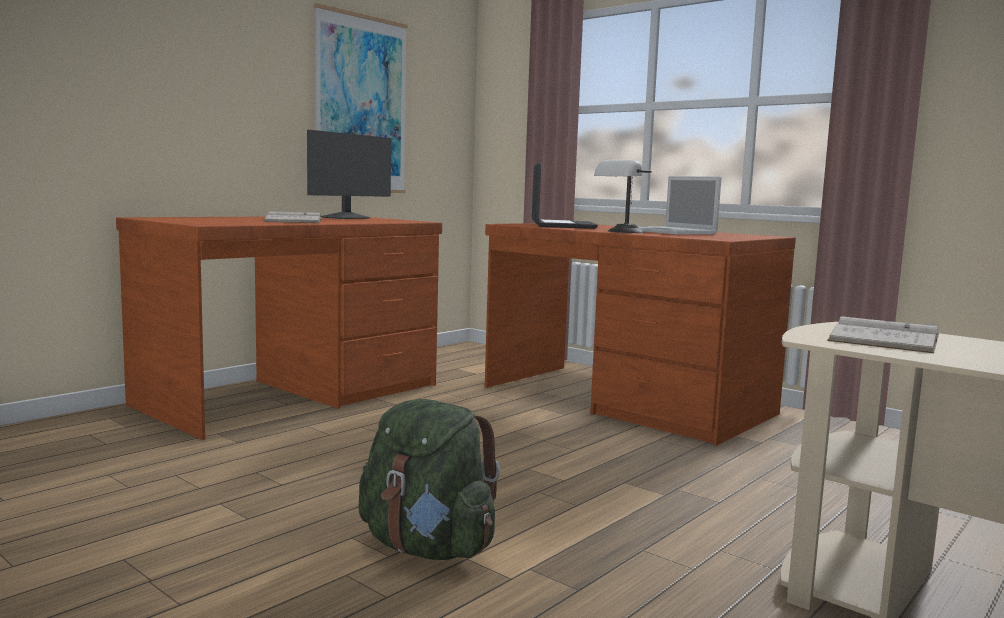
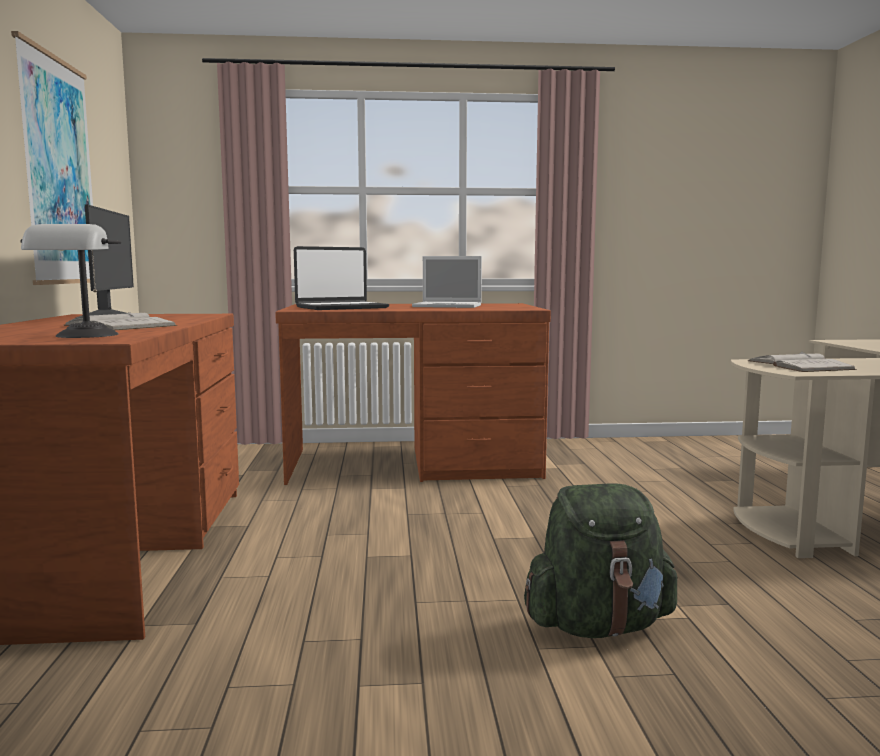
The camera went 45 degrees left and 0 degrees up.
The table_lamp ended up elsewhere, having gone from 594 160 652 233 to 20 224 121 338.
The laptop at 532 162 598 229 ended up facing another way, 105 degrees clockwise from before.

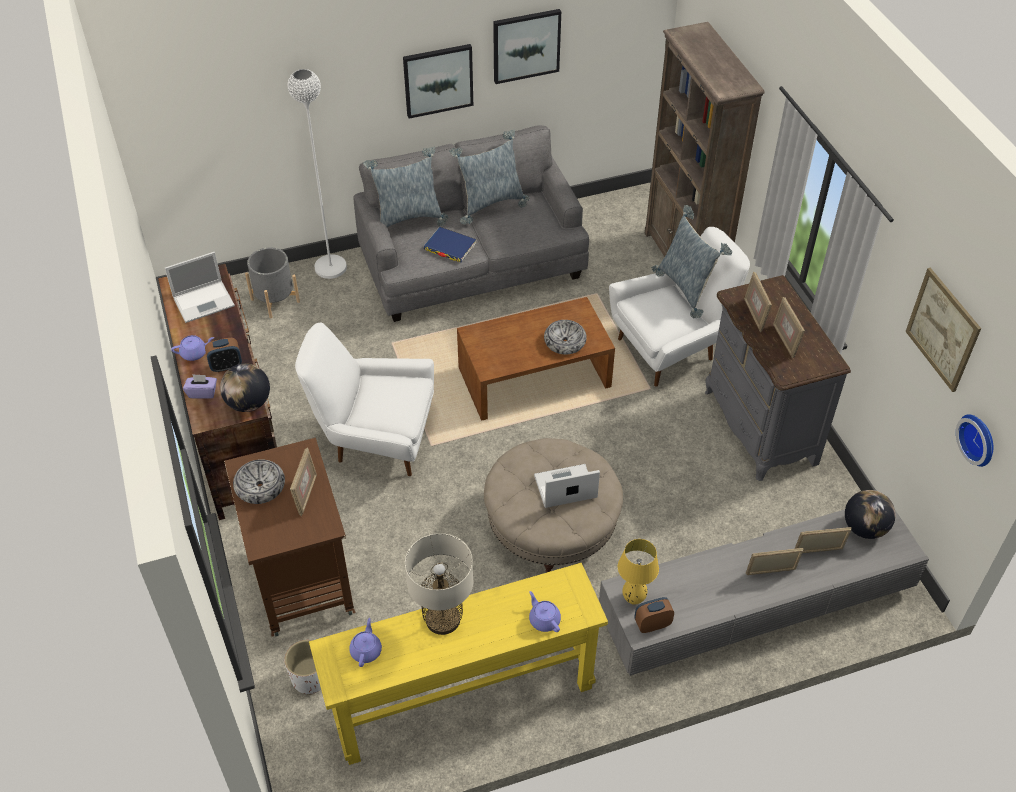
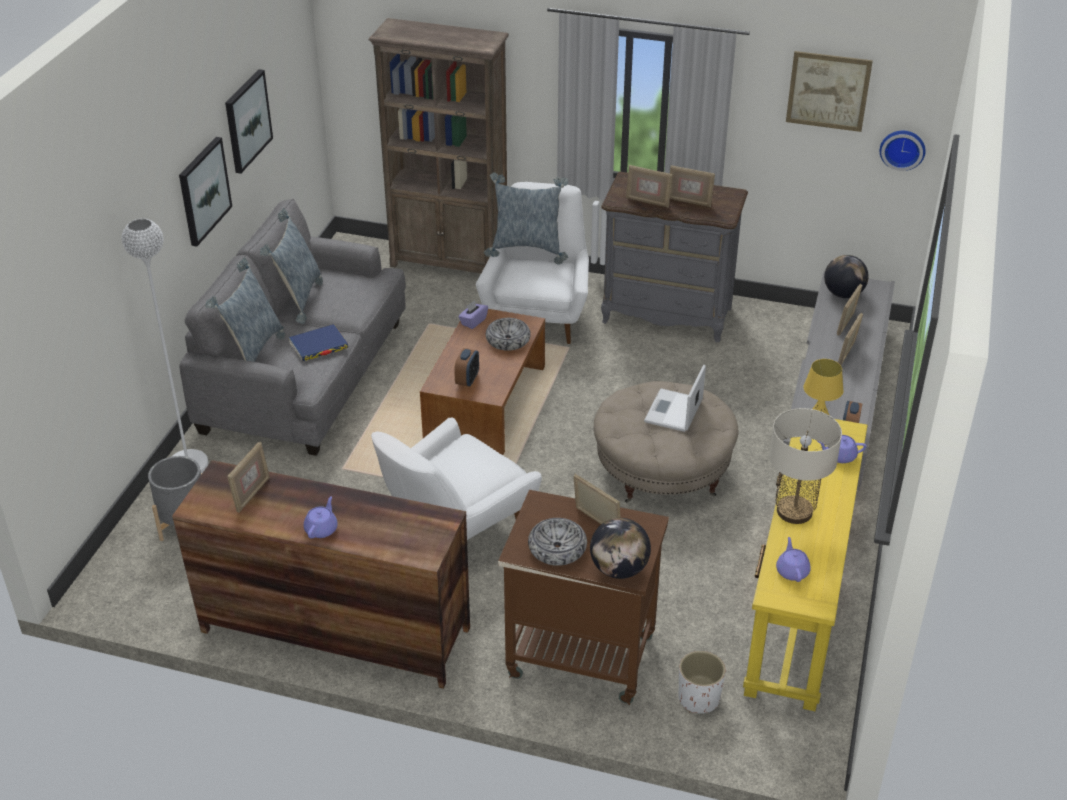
The camera went 55 degrees left and 10 degrees down.
The purple_tissue_box ended up elsewhere, having gone from 183 374 217 399 to 458 300 488 329.
The alarm_clock ended up elsewhere, having gone from 205 338 242 373 to 454 348 479 387.
The globe ended up elsewhere, having gone from 220 363 270 412 to 590 518 651 579.
Where the laptop stood at 165 252 235 323, the picture_frame came to stand at 227 441 270 513.
The purple_teapot at 349 618 382 667 ended up facing another way, 45 degrees clockwise from before.

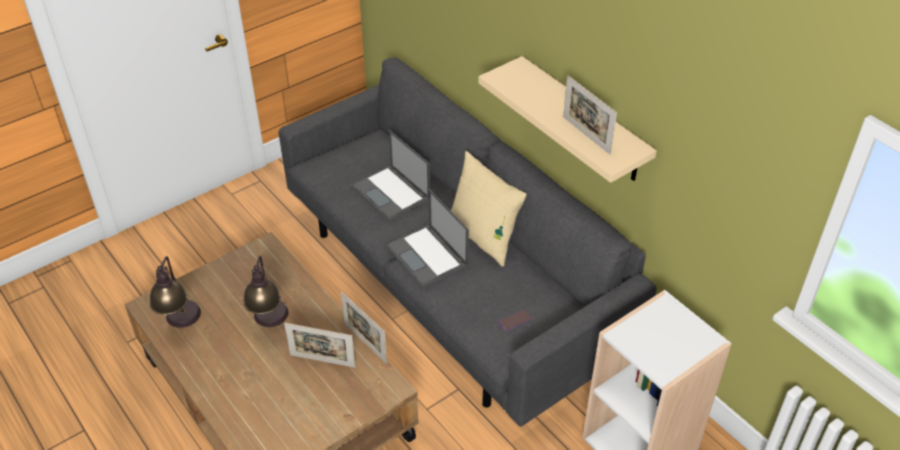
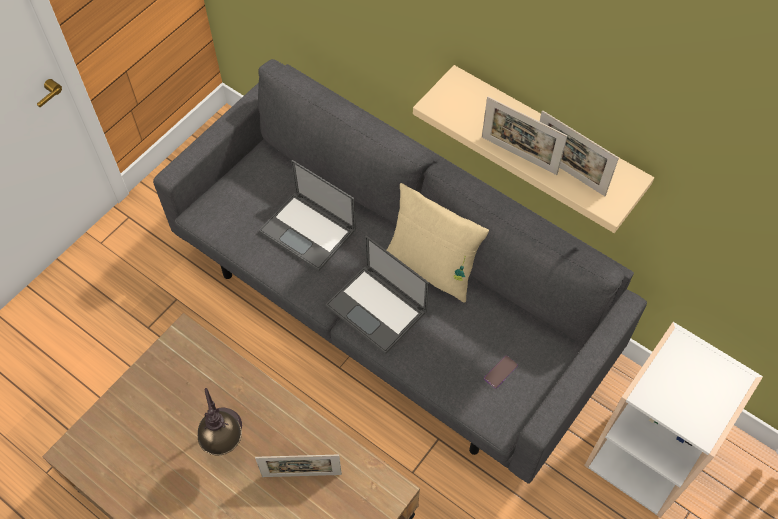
The camera went 15 degrees left and 15 degrees up.
The second view lost the table_lamp at 150 256 201 328.
The picture_frame ended up elsewhere, having gone from 341 292 387 363 to 482 97 567 175.

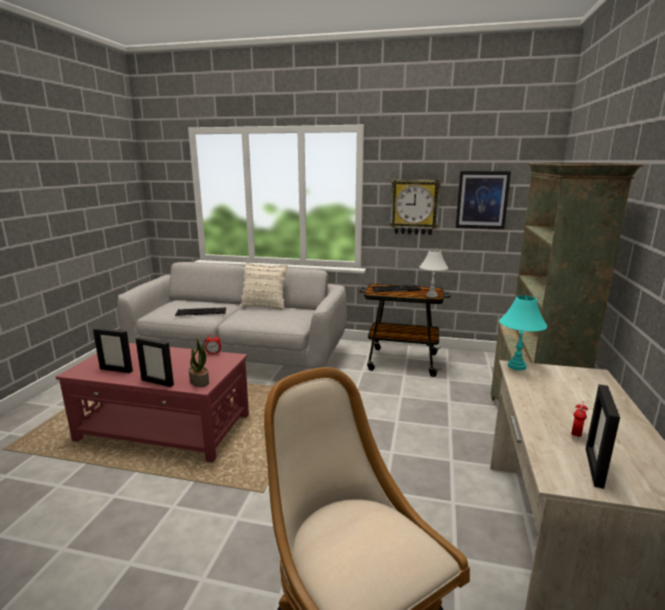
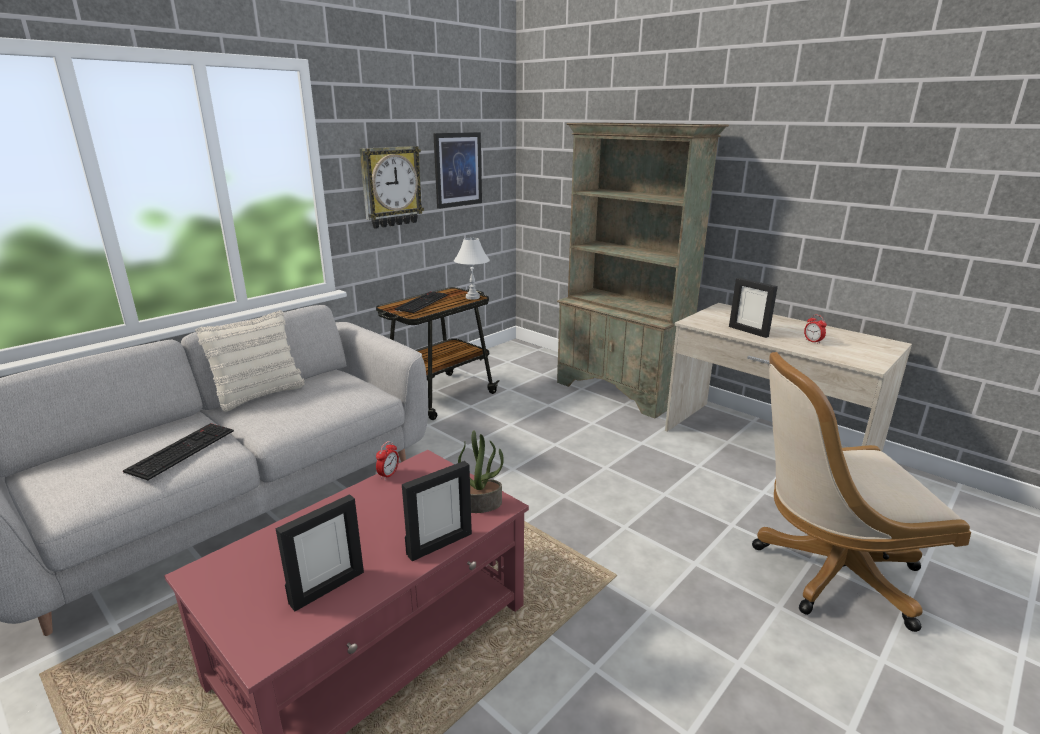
The camera went 60 degrees left and 5 degrees up.
The second view lost the turquoise_table_lamp at 499 295 547 370.
The picture_frame ended up elsewhere, having gone from 586 384 620 489 to 729 278 778 338.

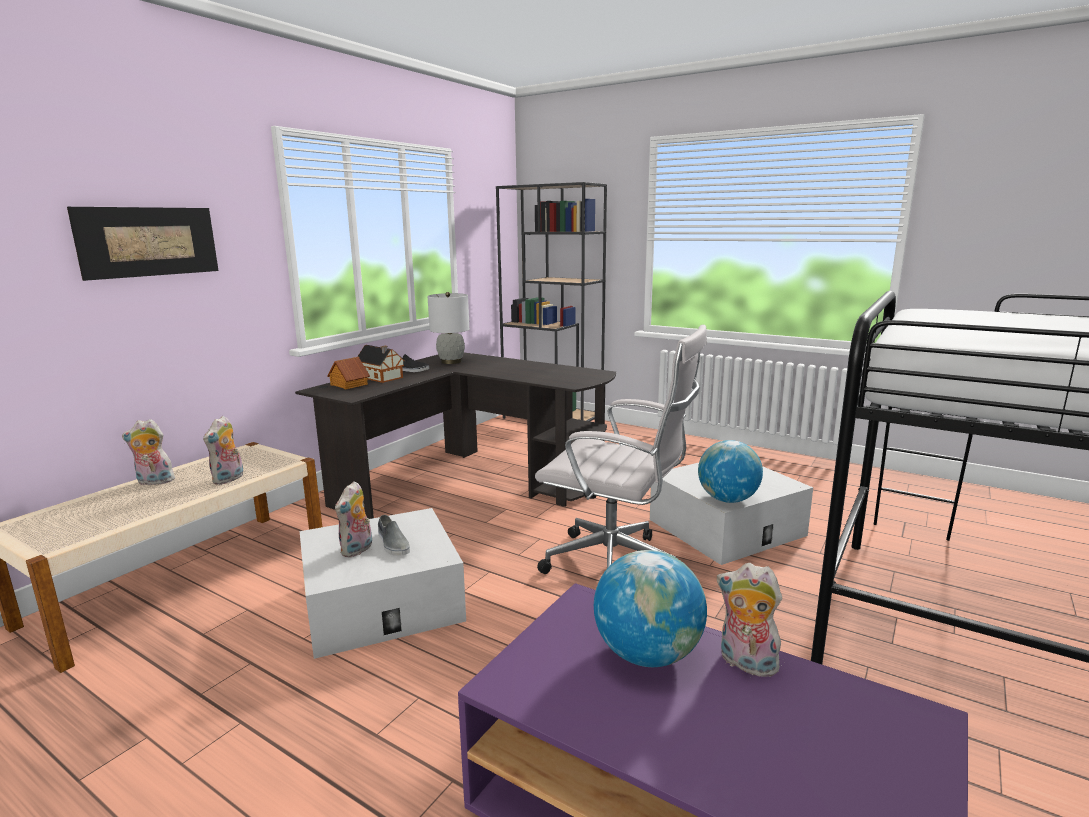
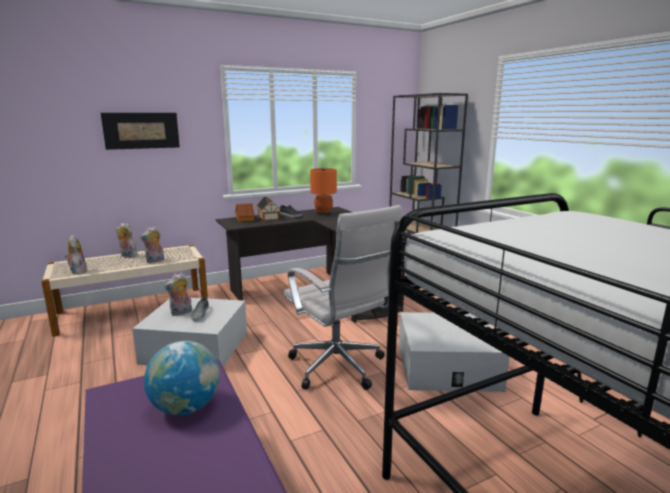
The camera went 30 degrees right and 0 degrees up.
The second view lost the globe at 698 440 763 503.
The plush_toy ended up elsewhere, having gone from 717 563 783 677 to 65 235 87 275.
What was the white_table_lamp at 428 292 469 364 turned into the orange_table_lamp at 310 167 337 215.

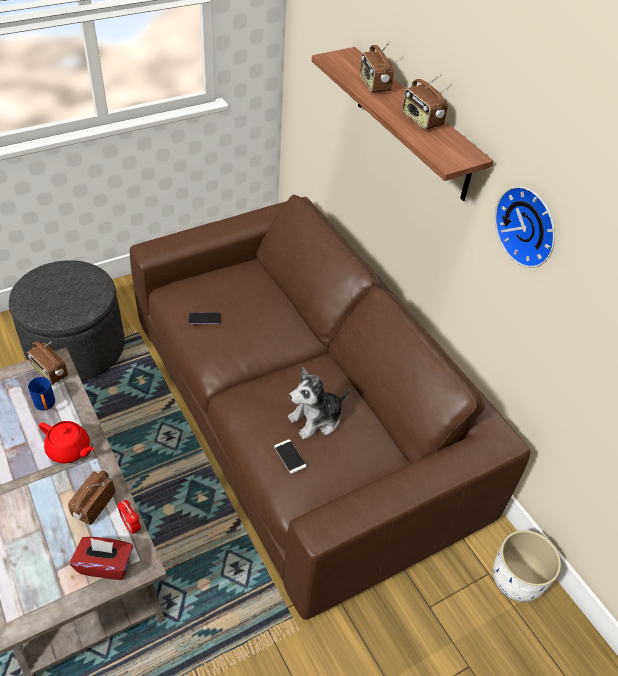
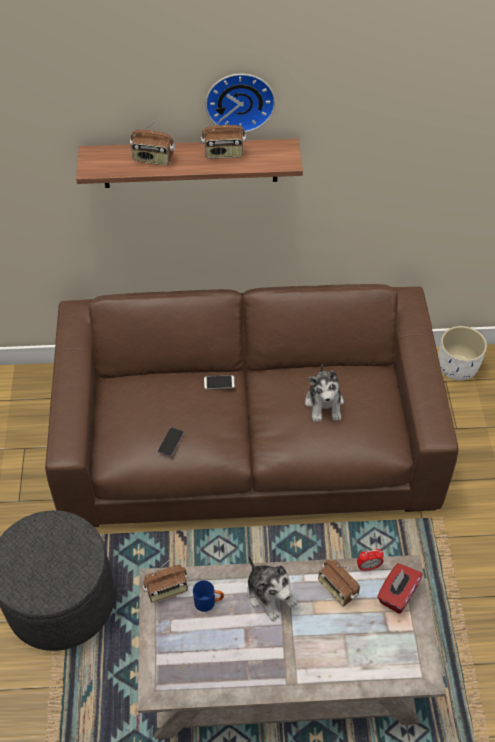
The camera went 60 degrees left and 5 degrees up.
The phone ended up elsewhere, having gone from 274 439 307 474 to 204 375 235 389.
The wall_clock ended up elsewhere, having gone from 495 186 555 268 to 205 74 275 133.
Where the red_teapot stood at 39 421 95 463, the plush_toy came to stand at 247 555 297 621.

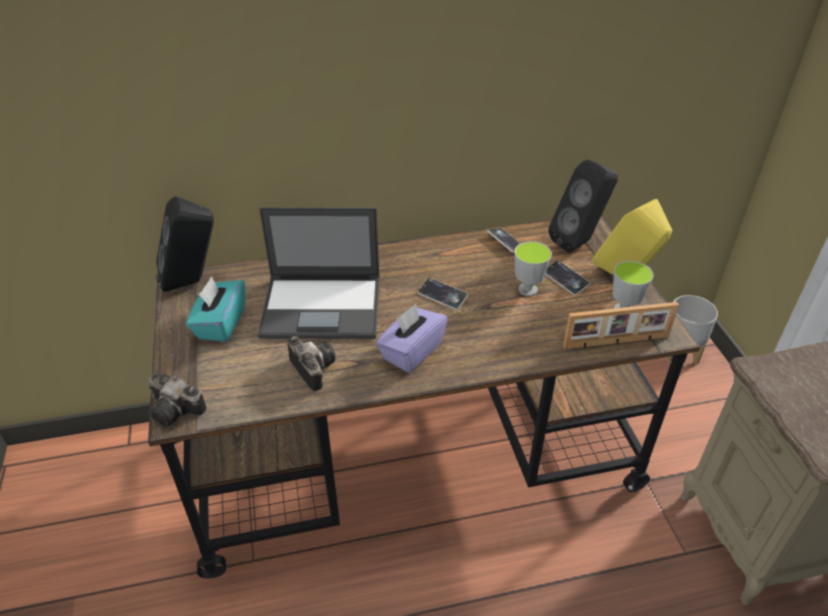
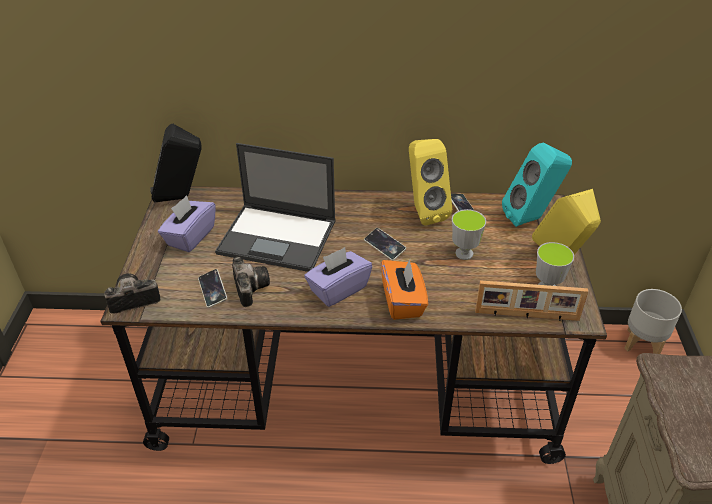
The camera went 15 degrees right and 0 degrees up.
The second view gained the orange_tissue_box at 381 260 428 320.
The second view gained the yellow_speaker at 409 139 452 226.
The phone ended up elsewhere, having gone from 546 260 590 296 to 198 269 227 308.
What was the turquoise_tissue_box at 186 276 245 342 turned into the purple_tissue_box at 158 195 216 252.
What was the black_speaker at 548 160 618 253 turned into the turquoise_speaker at 502 142 572 227.
The photo_camera at 148 373 207 427 ended up facing another way, 120 degrees clockwise from before.

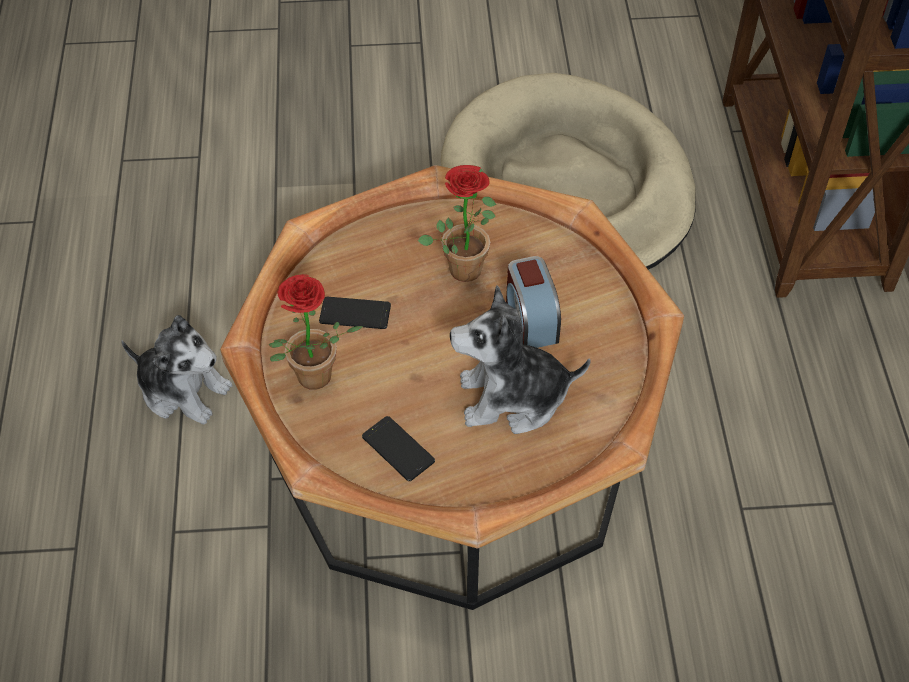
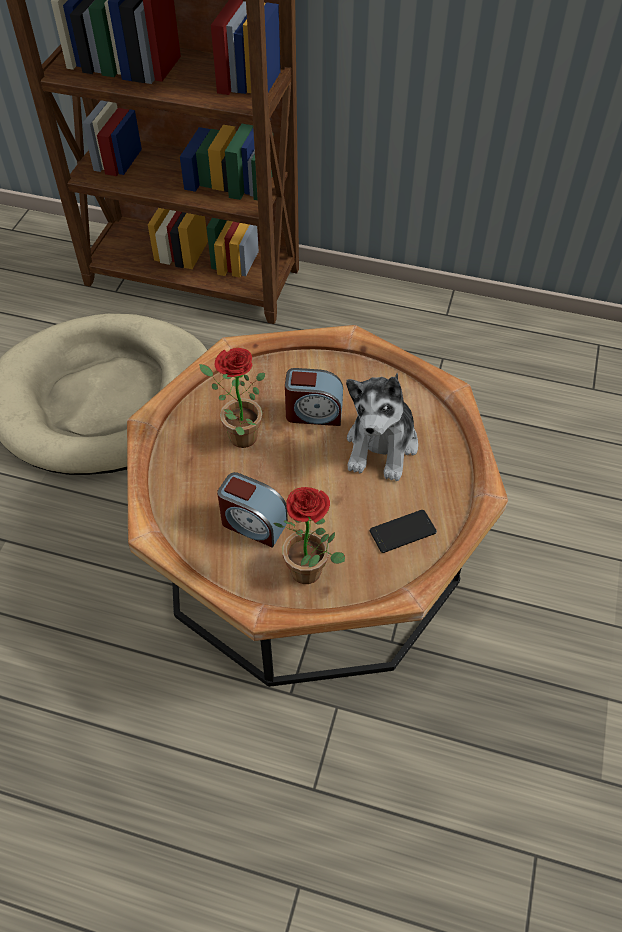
The camera went 70 degrees left and 0 degrees up.
The second view lost the plush_toy at 121 315 232 424.
Where the phone stood at 319 297 391 329, the alarm_clock came to stand at 217 472 288 548.

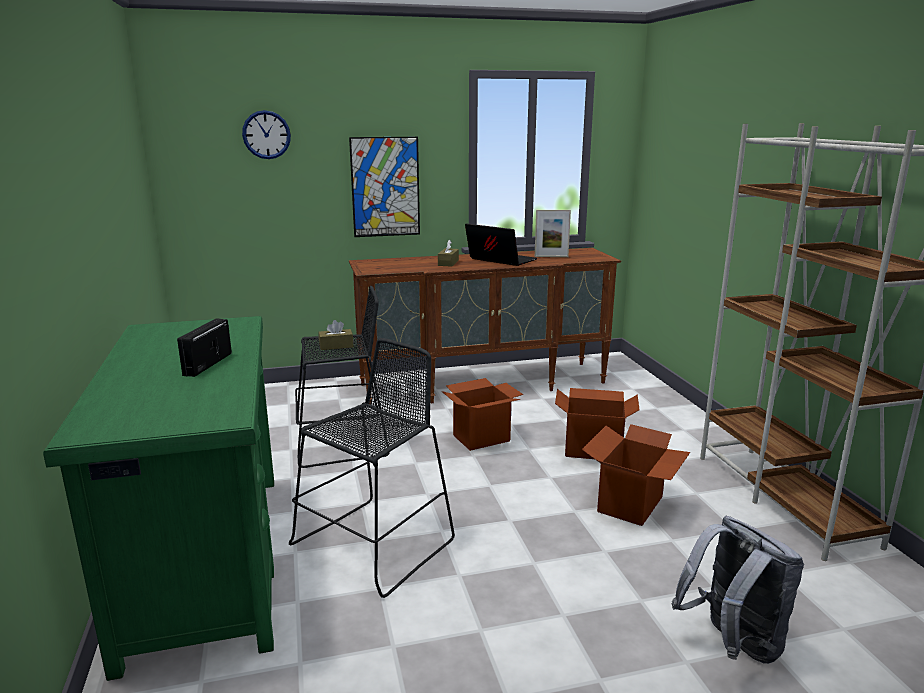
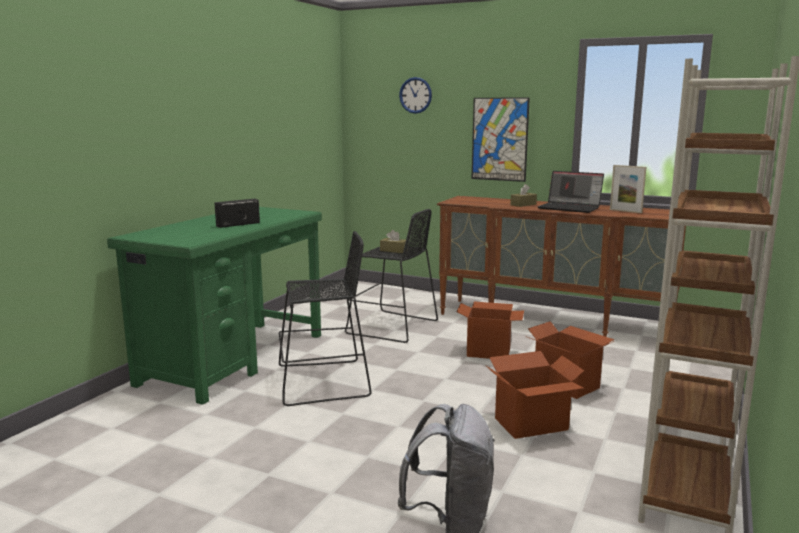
The camera went 40 degrees right and 5 degrees down.
The laptop at 465 223 537 266 ended up facing another way, 135 degrees clockwise from before.

